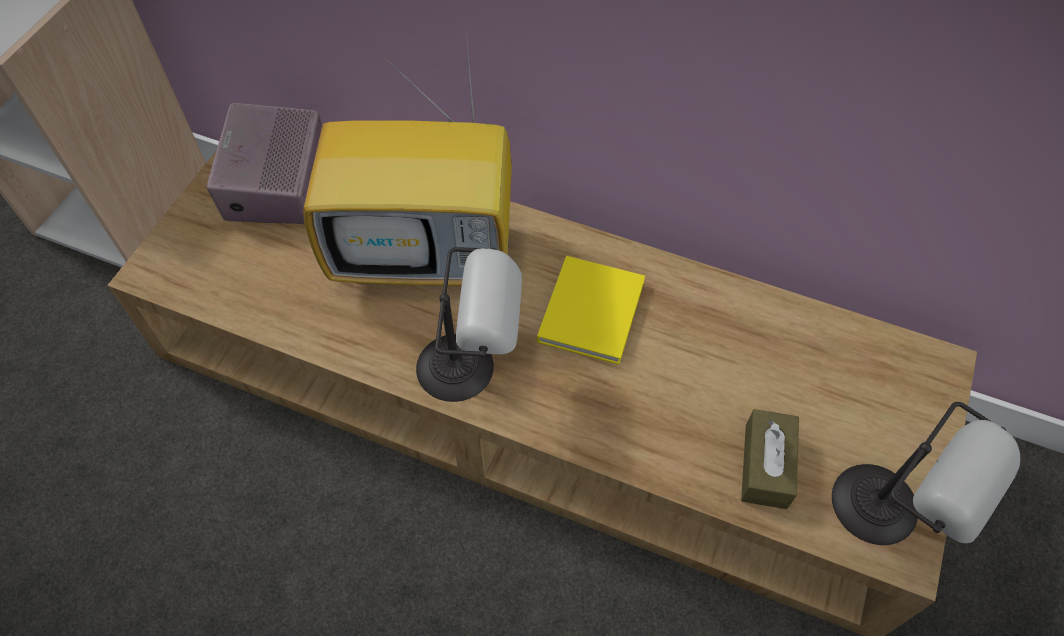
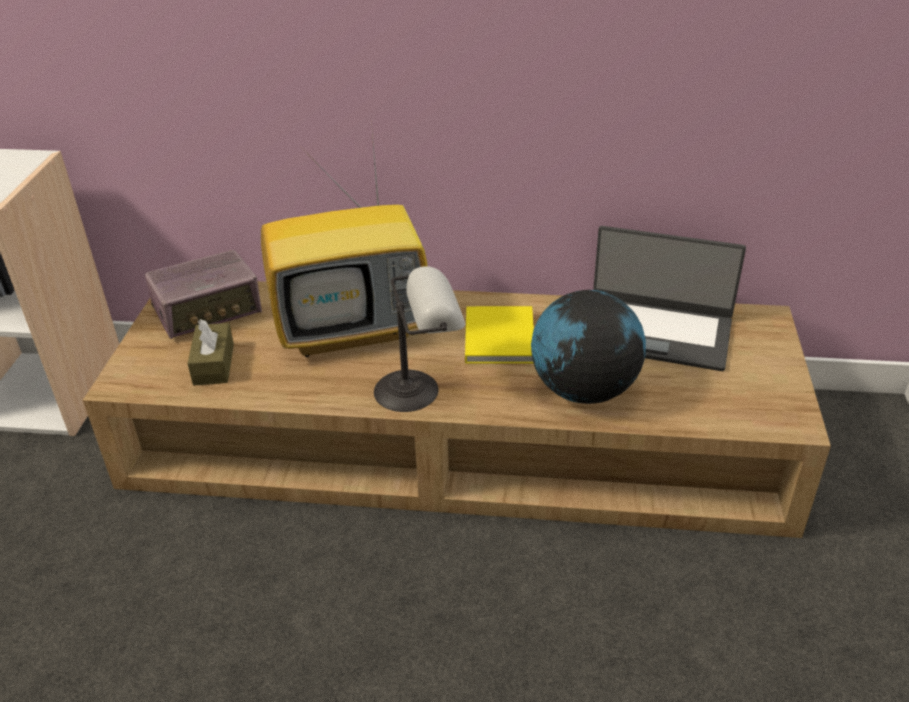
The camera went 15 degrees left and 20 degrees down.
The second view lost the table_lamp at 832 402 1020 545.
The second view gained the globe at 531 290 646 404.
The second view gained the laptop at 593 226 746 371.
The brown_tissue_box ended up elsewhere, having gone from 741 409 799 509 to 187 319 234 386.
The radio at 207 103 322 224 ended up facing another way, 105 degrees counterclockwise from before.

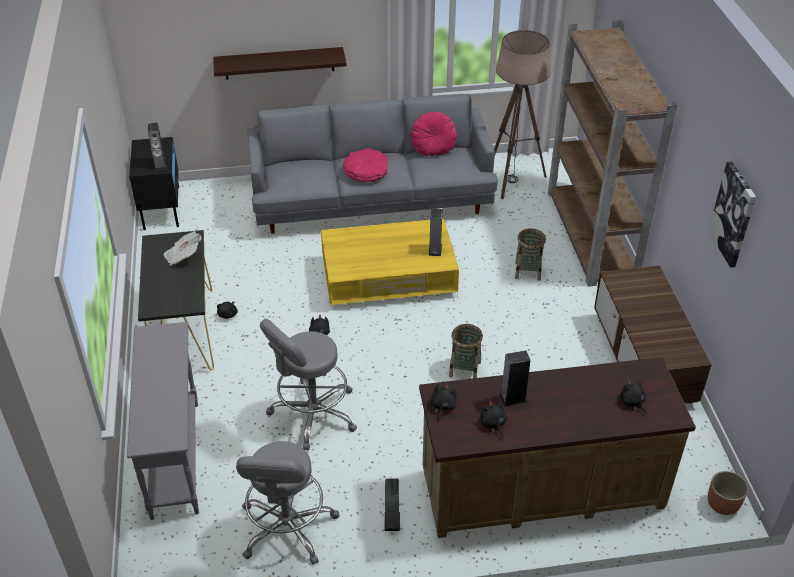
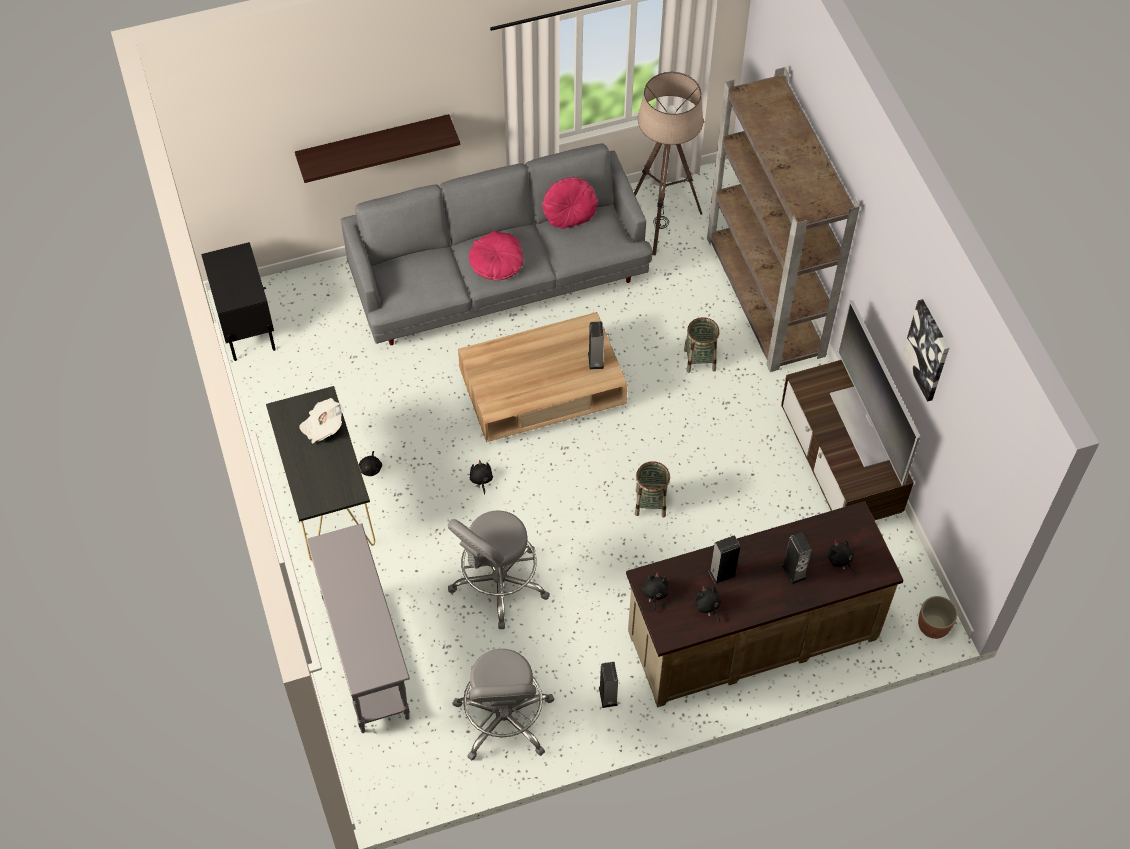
The camera went 10 degrees left and 15 degrees up.
The second view gained the television at 830 300 921 486.
The speaker ended up elsewhere, having gone from 148 123 167 170 to 782 532 812 585.
What was the yellow_coffee_table at 321 218 459 305 turned into the brown_coffee_table at 458 312 628 442.

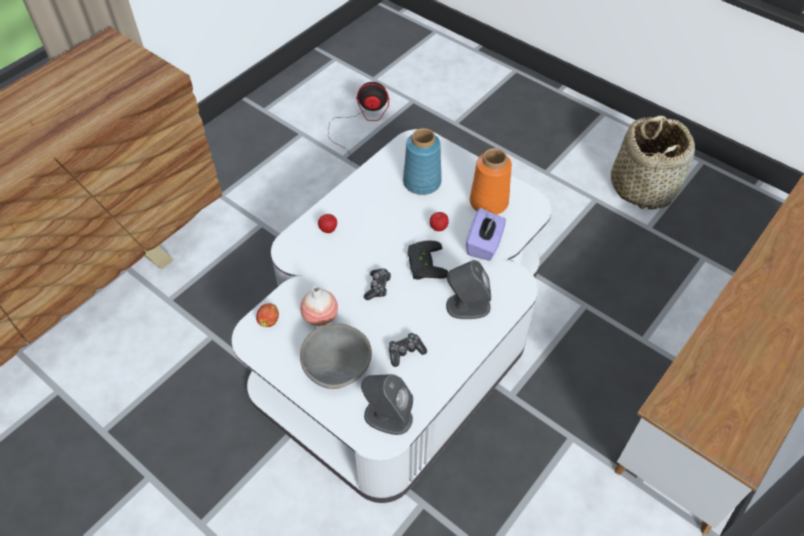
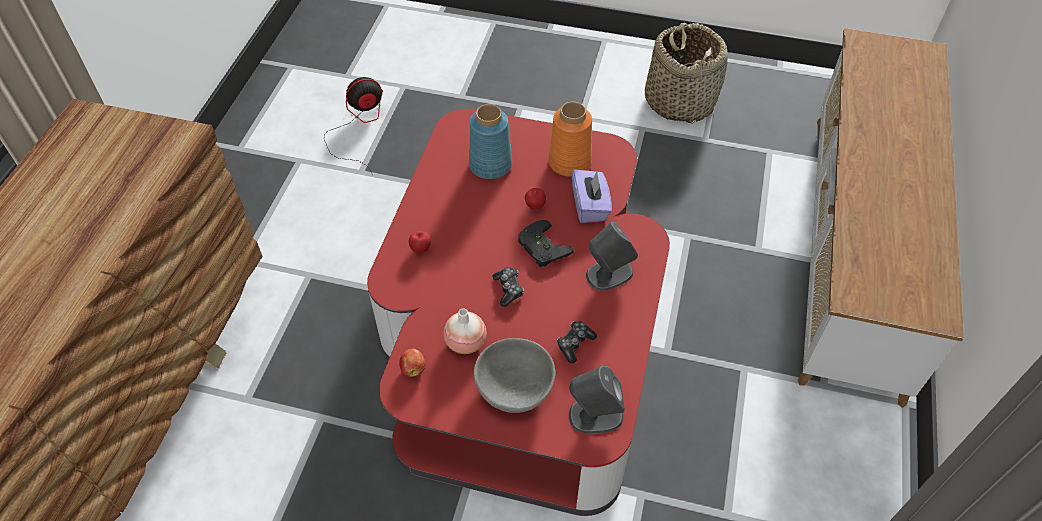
The camera went 25 degrees left and 0 degrees up.
What was the white_coffee_table at 232 129 552 503 turned into the red_coffee_table at 367 109 670 516.

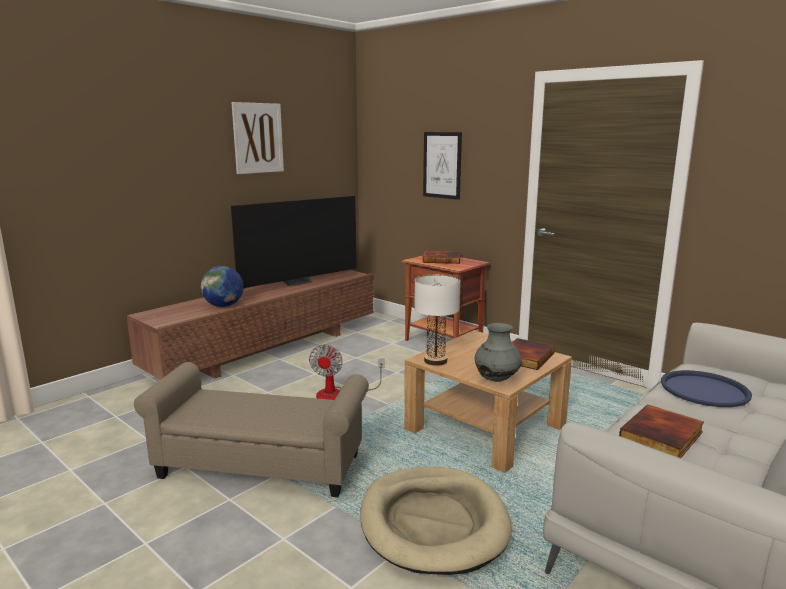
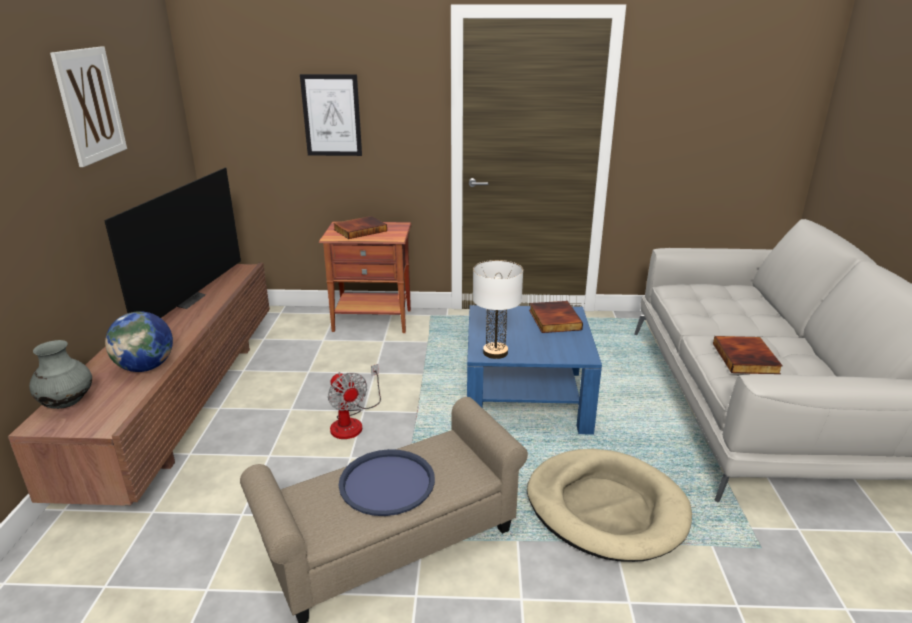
The camera went 40 degrees left and 10 degrees up.
The grey_vase ended up elsewhere, having gone from 475 323 522 382 to 29 340 92 409.
The blue_tray ended up elsewhere, having gone from 661 370 752 407 to 339 449 435 516.
What was the brown_coffee_table at 404 330 572 473 turned into the blue_coffee_table at 467 305 602 435.

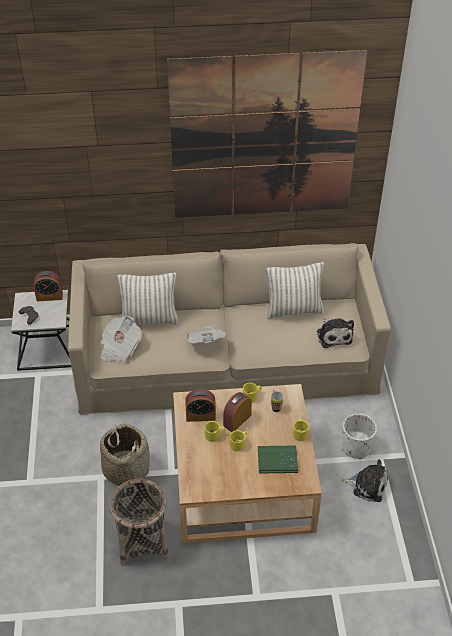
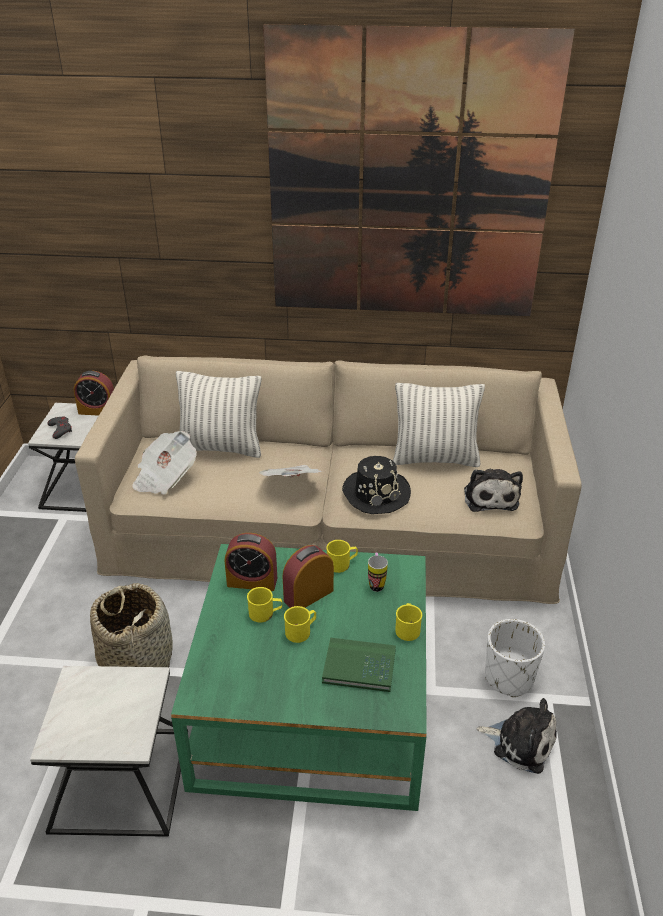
The camera went 10 degrees right and 10 degrees down.
The second view gained the black_hat at 342 456 411 514.
Where the basket stood at 110 479 169 566, the side_table came to stand at 30 666 188 837.
What was the beige_coffee_table at 173 384 322 543 turned into the green_coffee_table at 171 544 427 811.

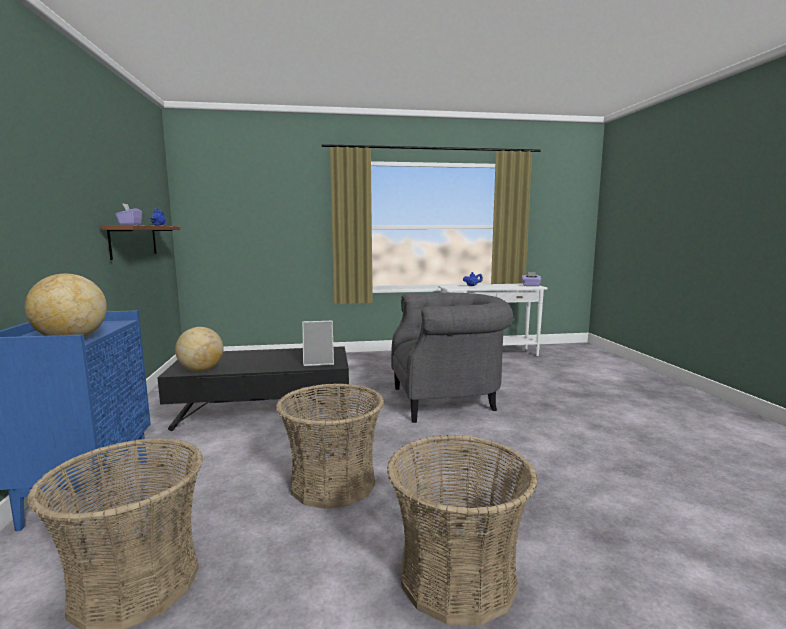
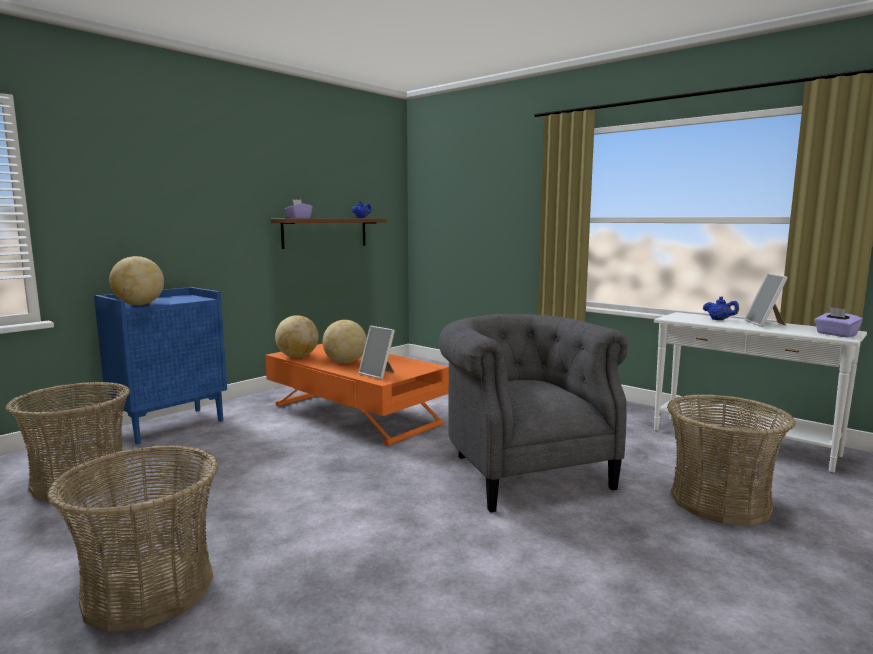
The camera went 50 degrees right and 0 degrees up.
The second view gained the globe at 322 320 367 364.
The second view gained the picture_frame at 744 273 788 327.
The basket ended up elsewhere, having gone from 276 383 384 509 to 667 394 796 525.
What was the black_coffee_table at 157 346 349 431 turned into the orange_coffee_table at 265 344 449 446.
The grey_armchair at 391 293 513 423 ended up facing another way, 150 degrees counterclockwise from before.

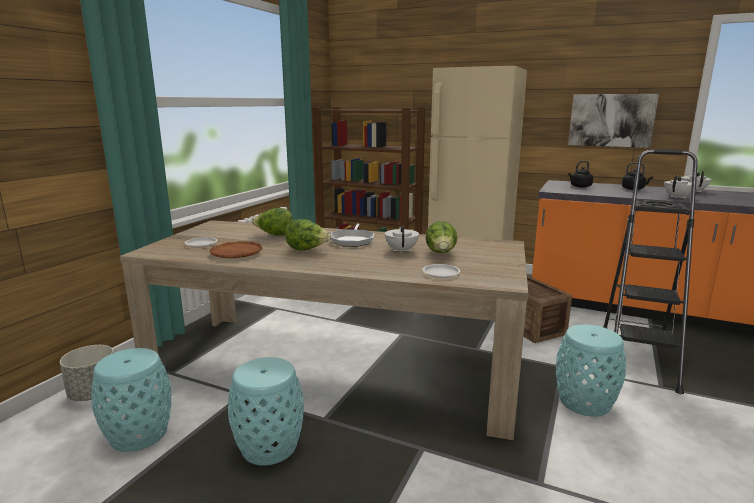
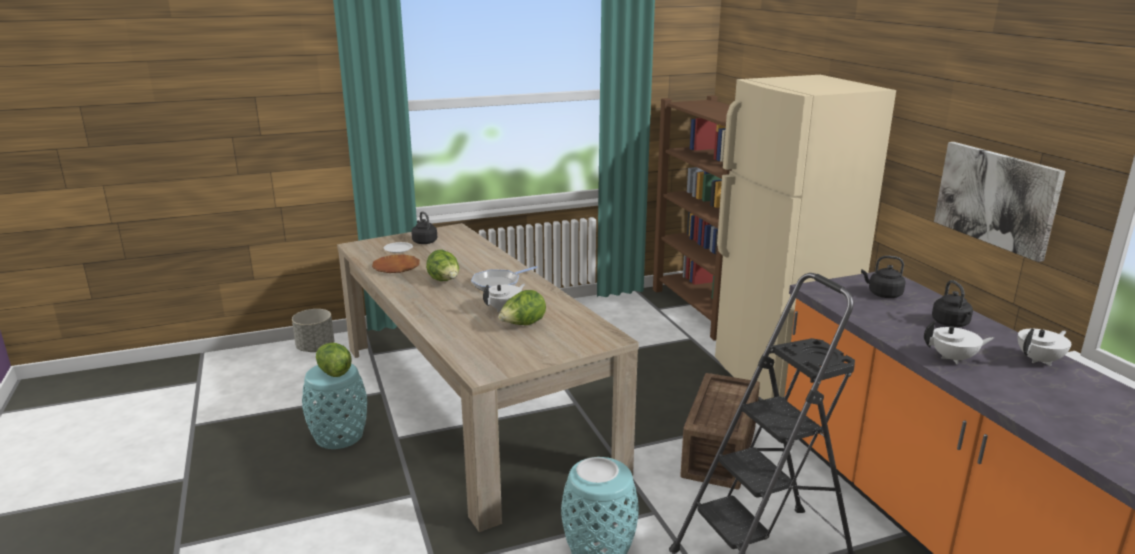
The camera went 45 degrees right and 5 degrees up.
The second view lost the turquoise_stool at 91 348 171 452.
The second view gained the black_kettle at 411 211 437 244.
The lettuce ended up elsewhere, having gone from 252 208 293 236 to 316 343 352 377.
The white_plate ended up elsewhere, having gone from 422 264 460 278 to 576 457 619 483.

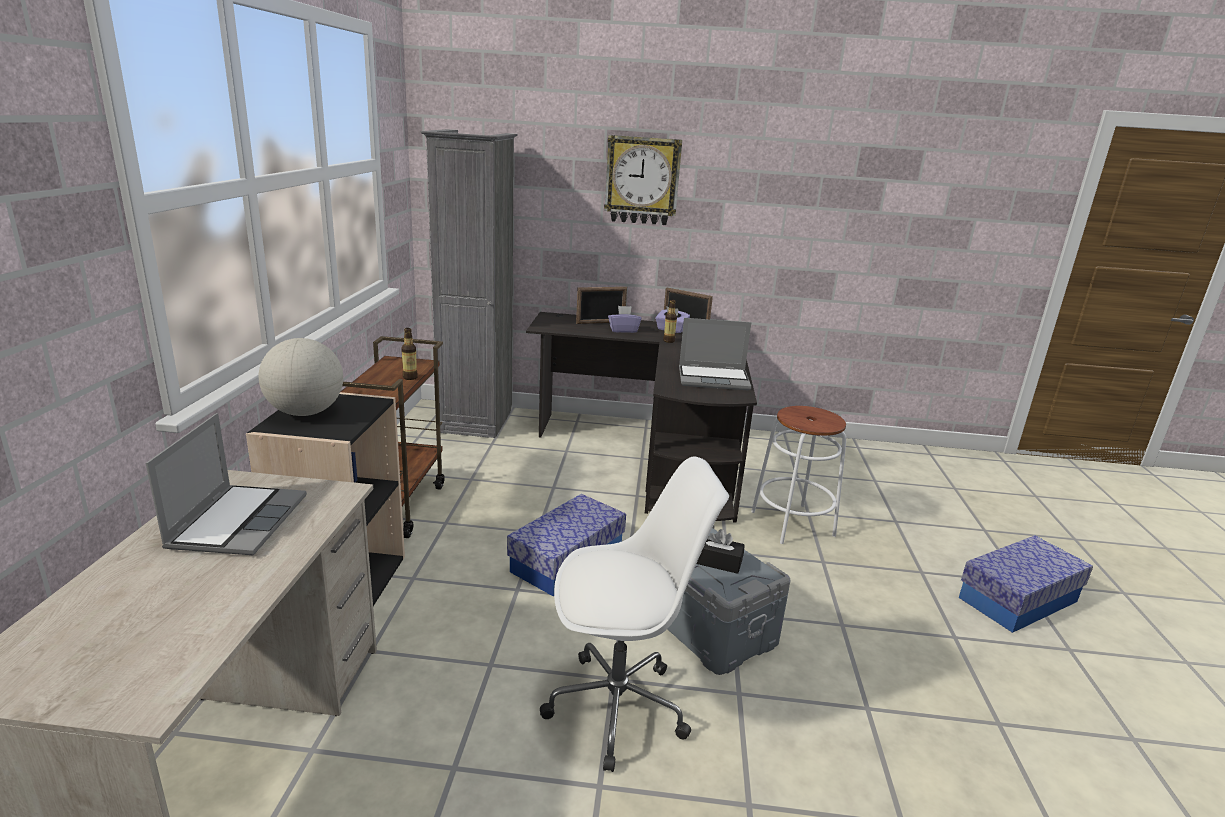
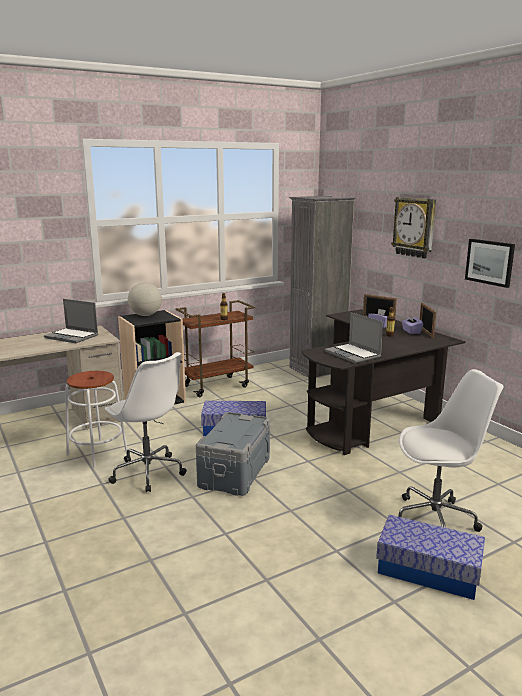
The camera went 55 degrees right and 5 degrees down.
The second view lost the black_tissue_box at 696 529 745 574.
The second view gained the white_office_chair at 398 369 504 532.
The second view gained the picture at 465 239 515 288.
The white_stool ended up elsewhere, having gone from 751 406 846 544 to 65 371 128 467.
The laptop at 146 413 307 555 ended up facing another way, 60 degrees clockwise from before.

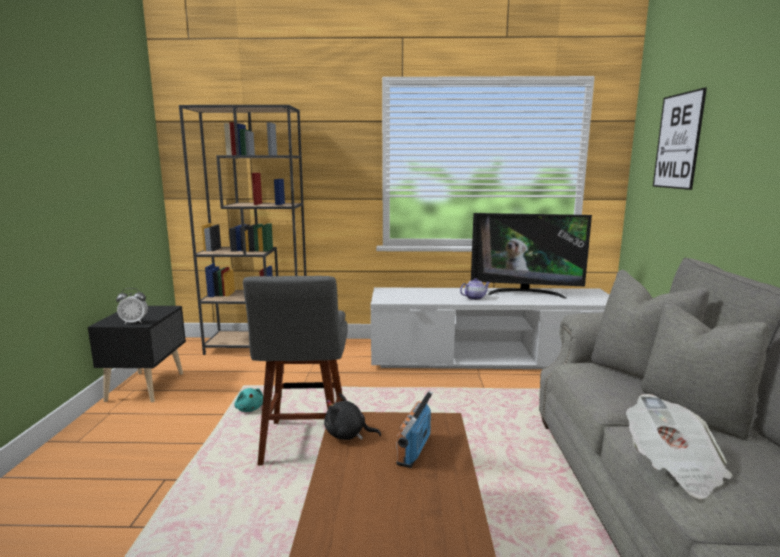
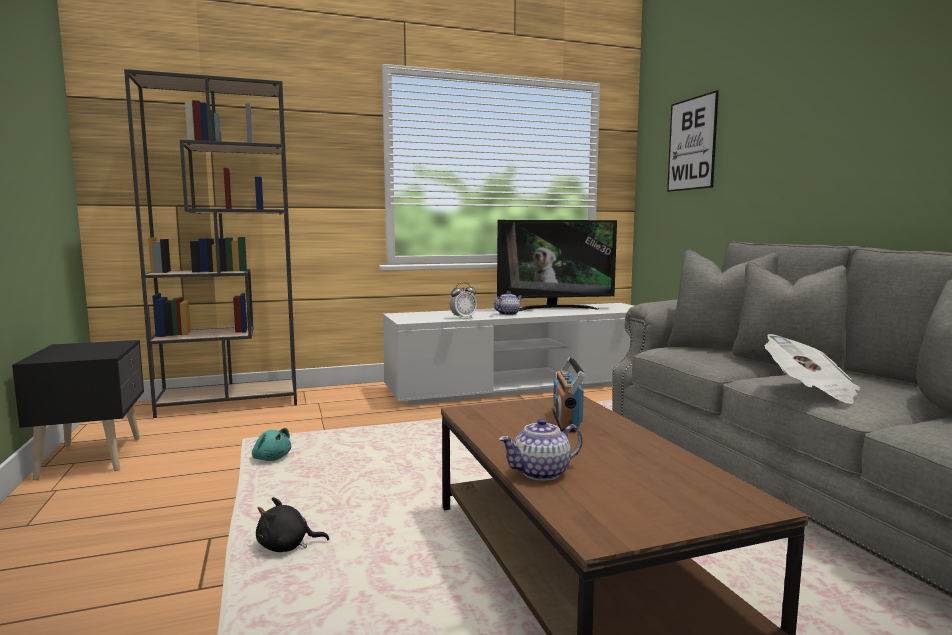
The camera went 20 degrees left and 5 degrees down.
The second view lost the grey_stool at 243 276 348 466.
The second view gained the teapot at 498 418 583 481.
The alarm_clock ended up elsewhere, having gone from 116 288 148 324 to 450 282 477 319.
The black_plush_toy ended up elsewhere, having gone from 324 393 381 440 to 256 497 329 552.

